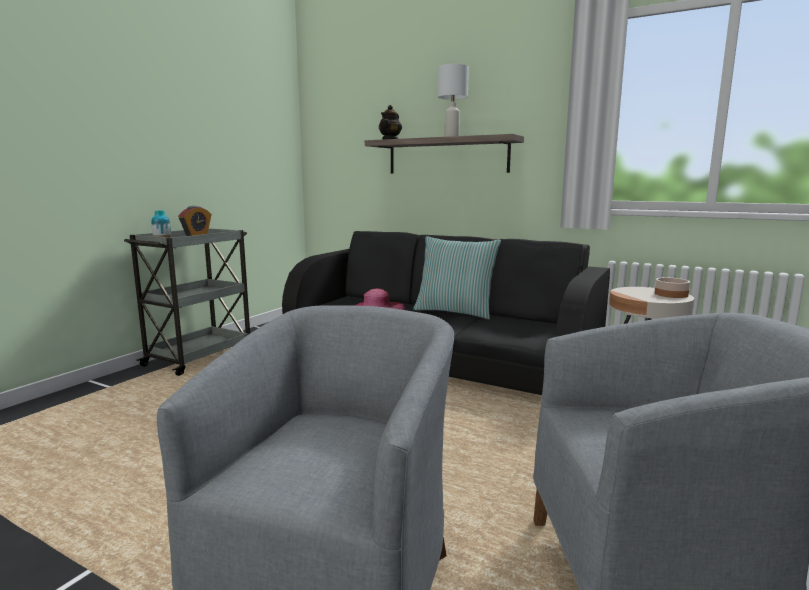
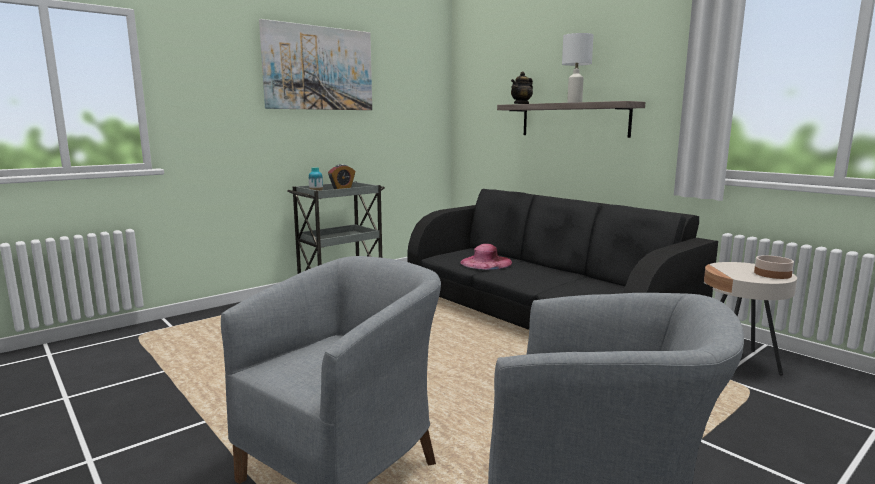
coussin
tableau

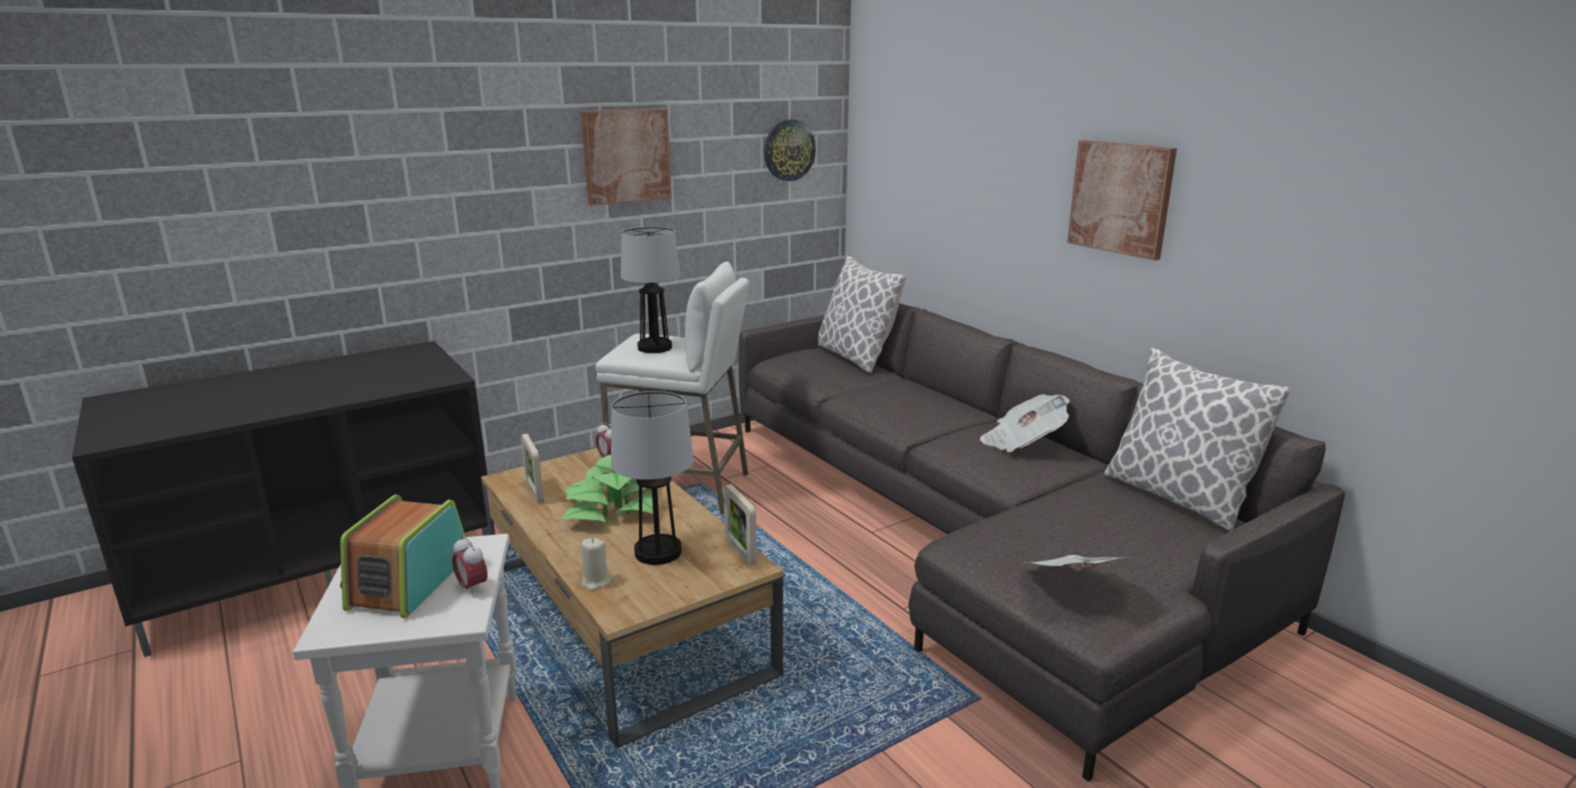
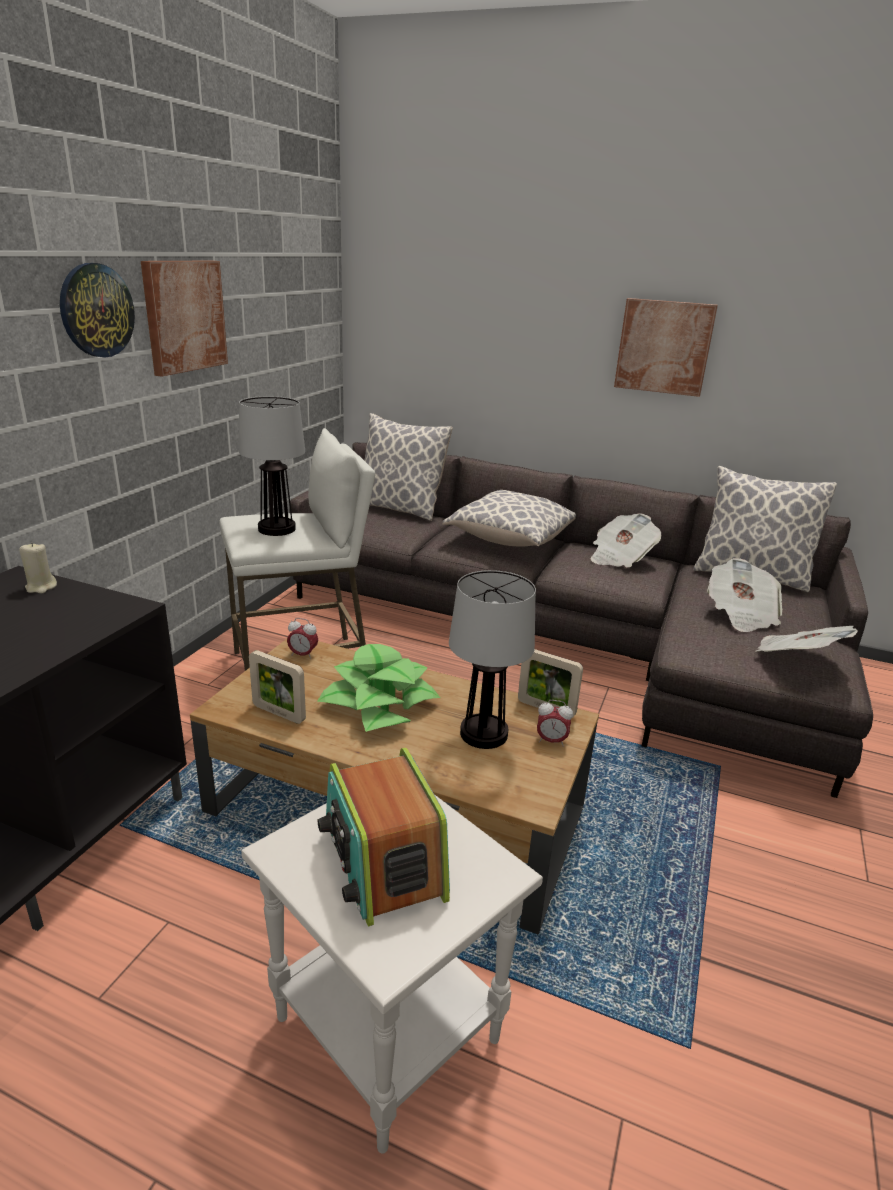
réveil (2nd from left)
bougie (beige)
horloge murale
coussin (2nd from left)
journal (2nd from left)

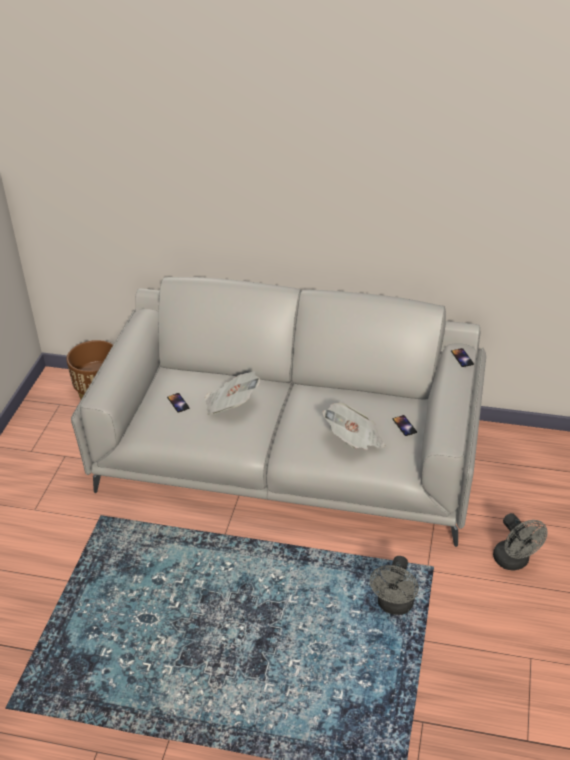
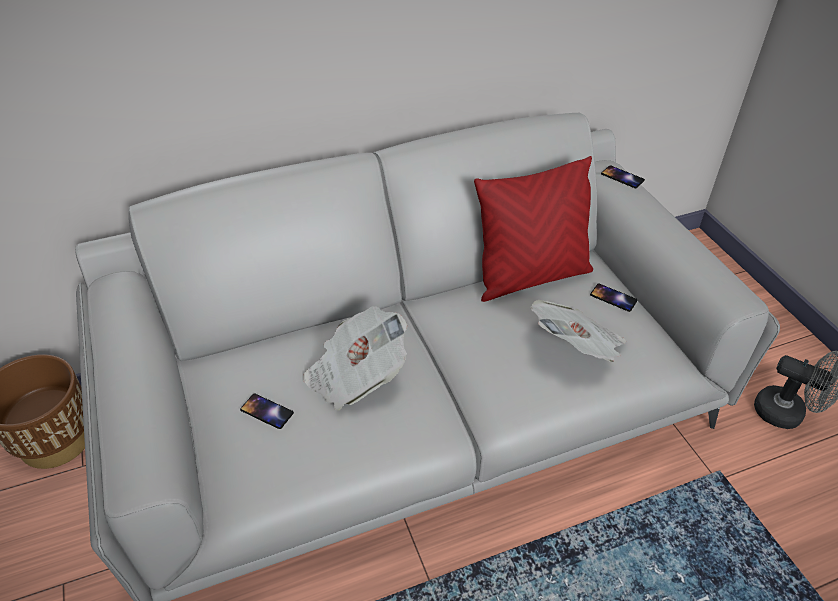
ventilateur (gris) (1st from left in the first image)
coussin (rouge)

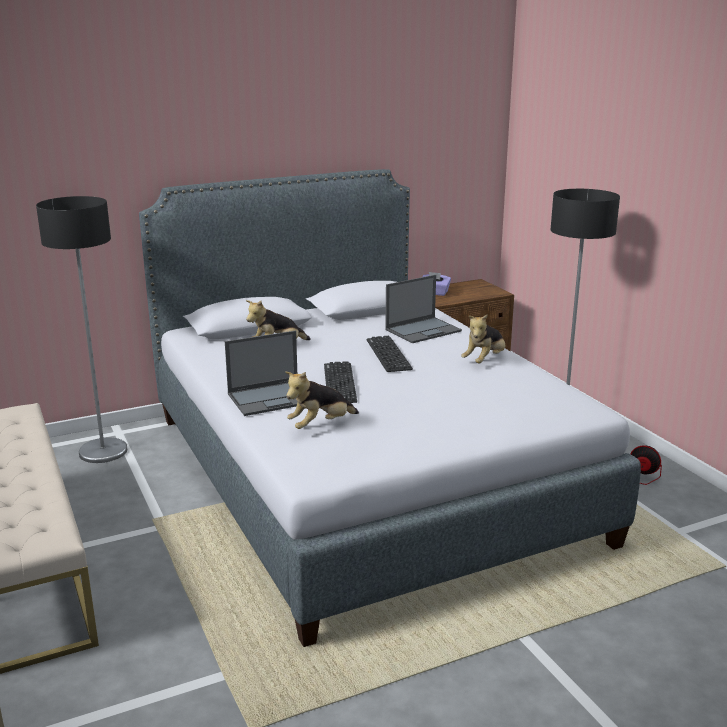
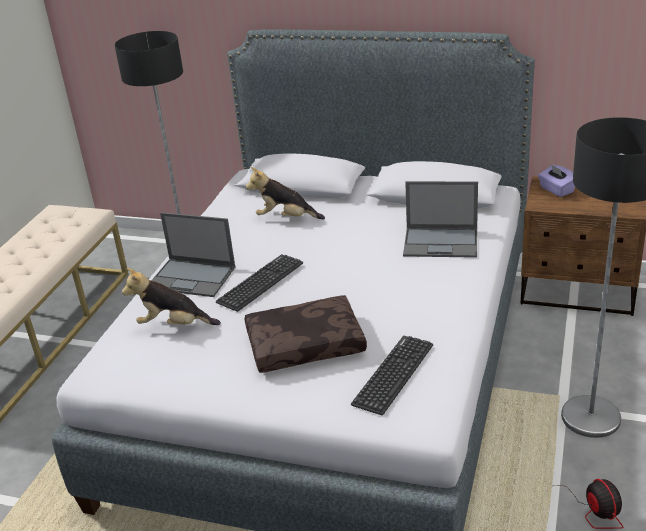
clavier (2nd from left)
peluche (3rd from left in the first image)
coussin (marron)

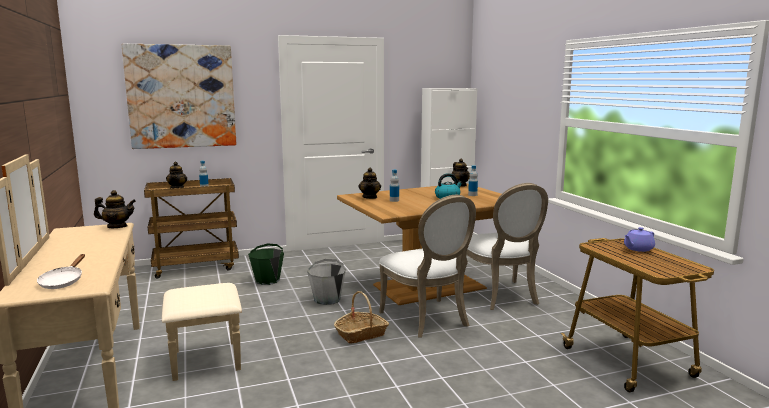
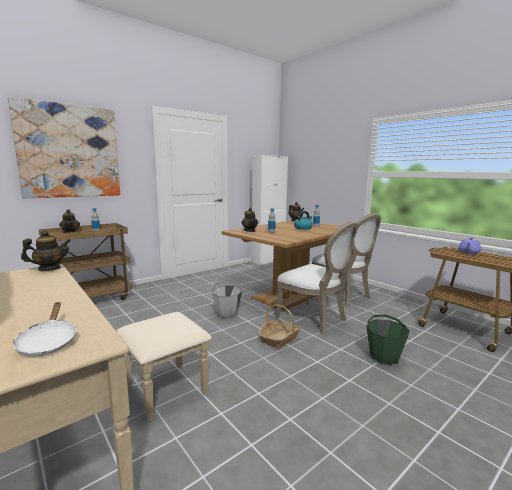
seau (vert)

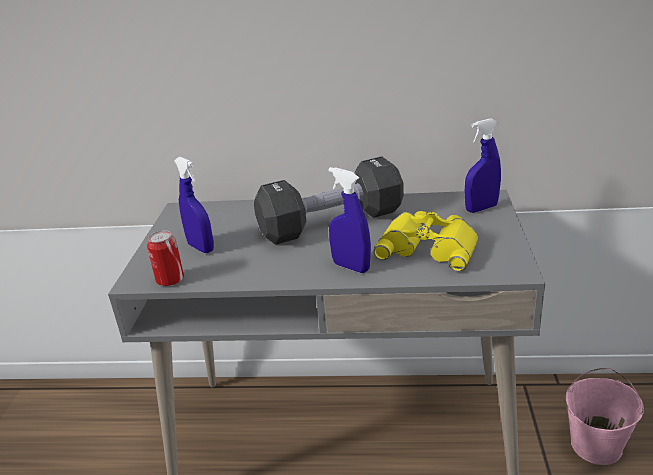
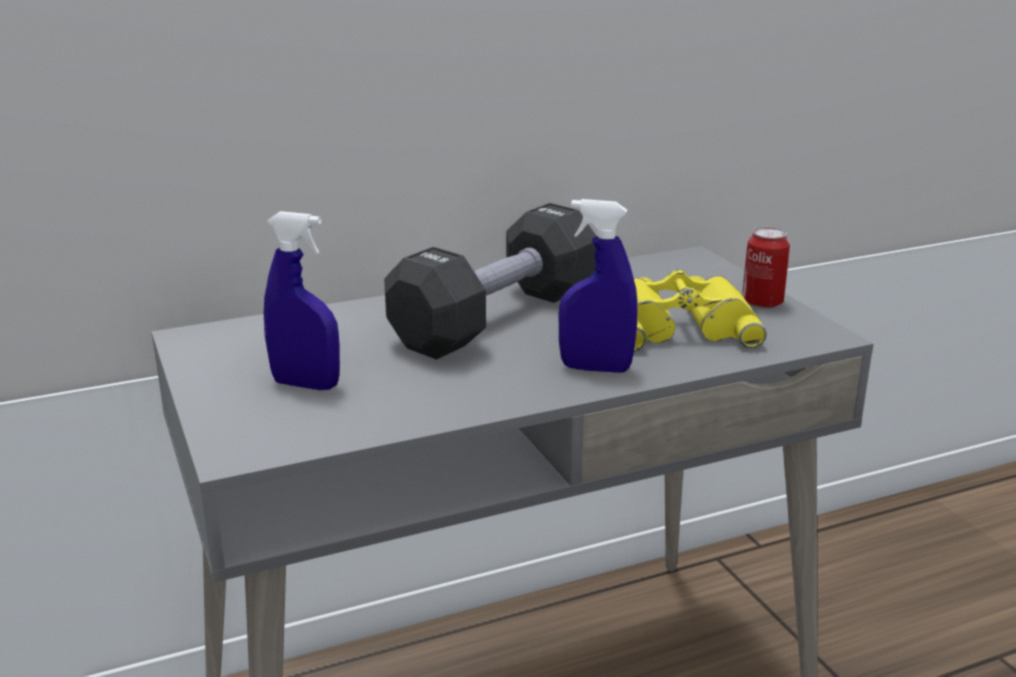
boîte métallique
vaporisateur (bleu) (3rd from left in the first image)
seau (rose)

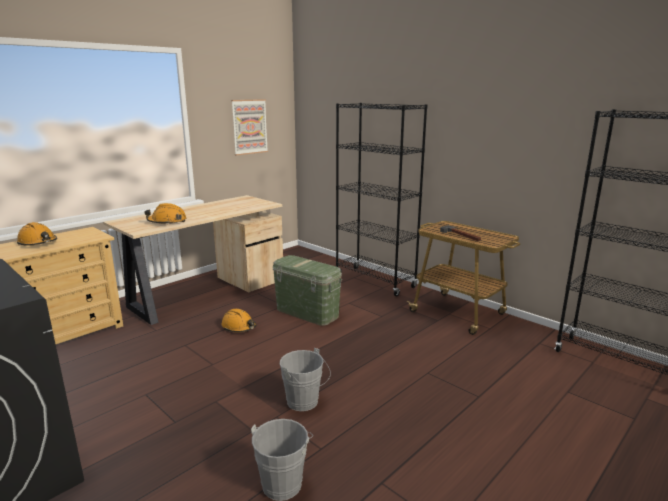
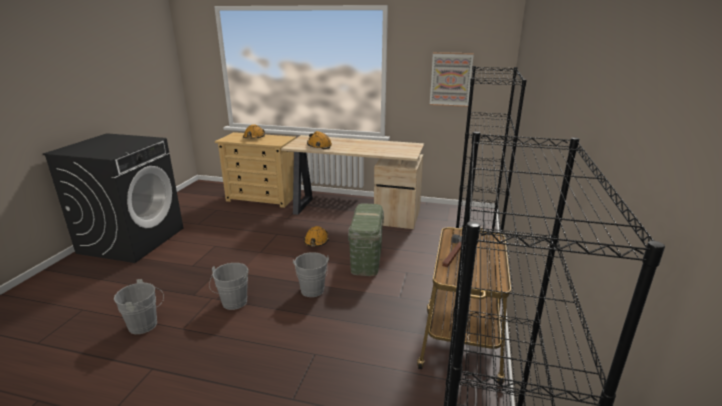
seau (gris) (3rd from left)

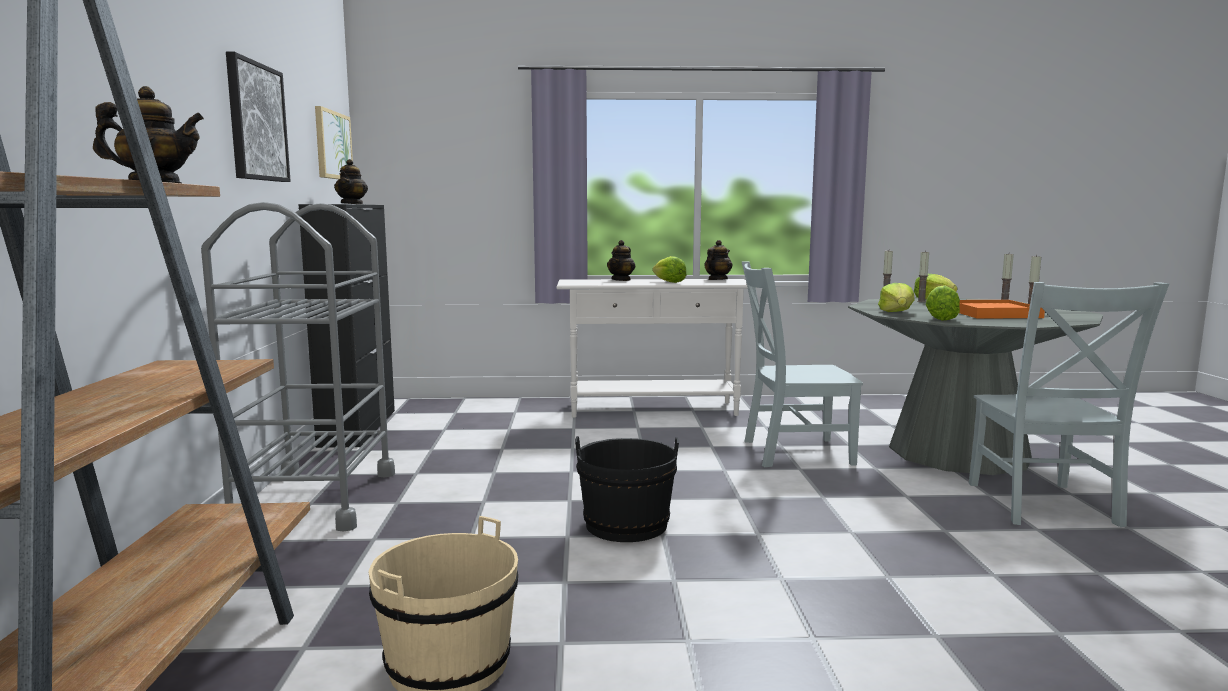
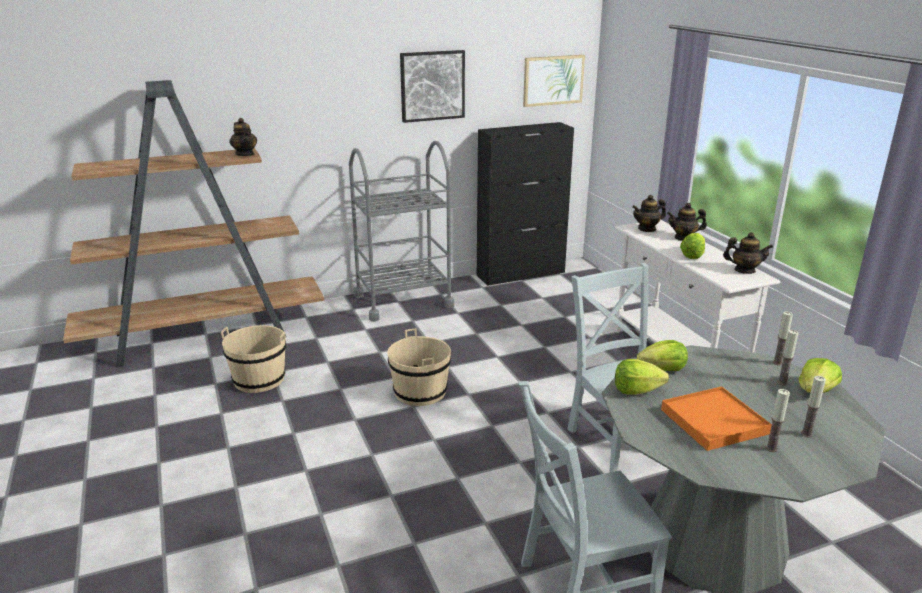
théière (2nd from left)
seau (beige) (2nd from left)

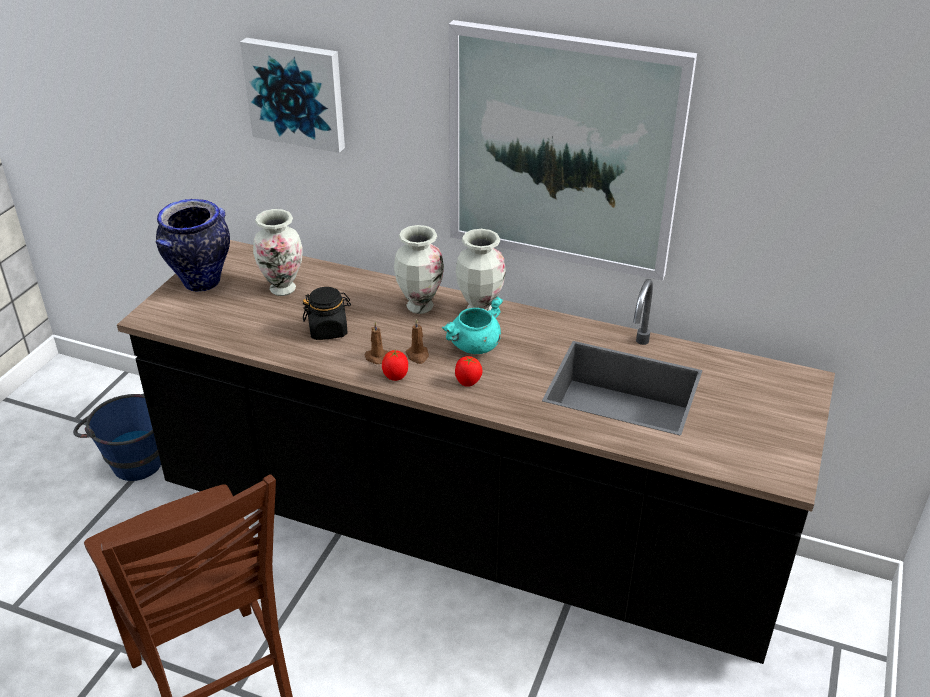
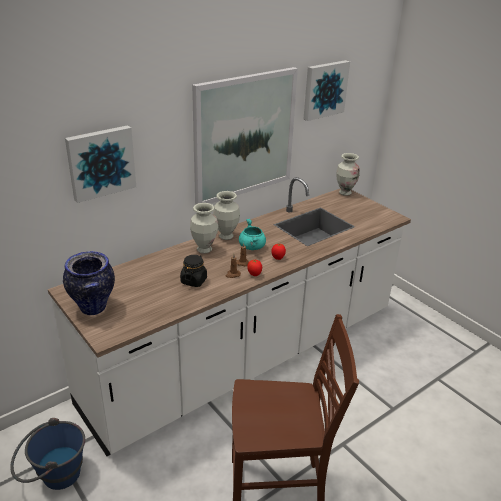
comptoir de cuisine (blanc)
vase (4th from left)
tableau (3rd from left)

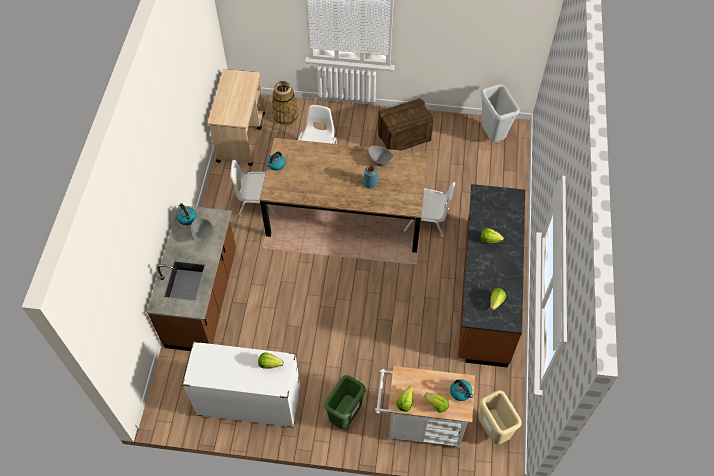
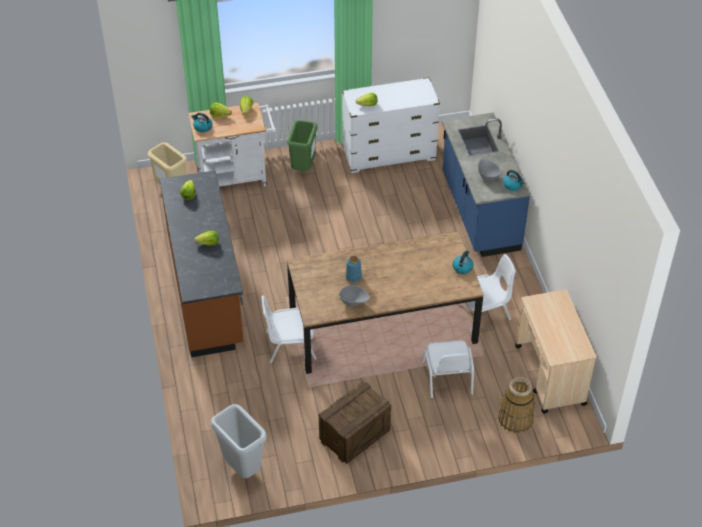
comptoir de cuisine (bleu)

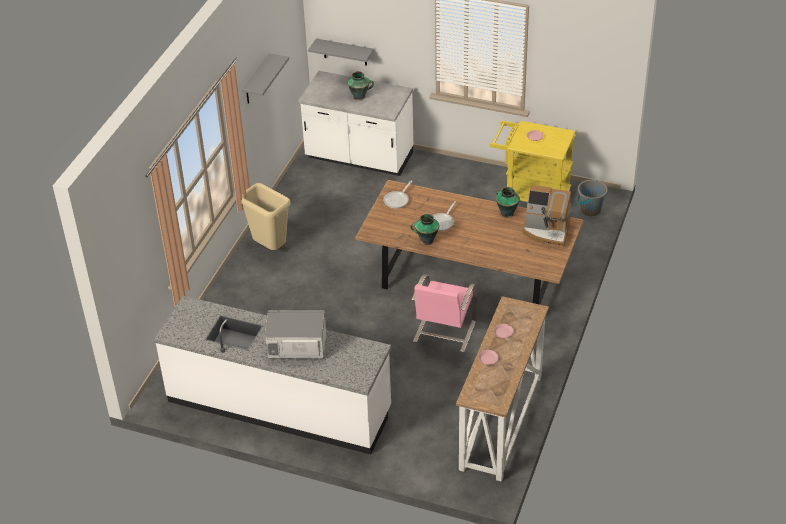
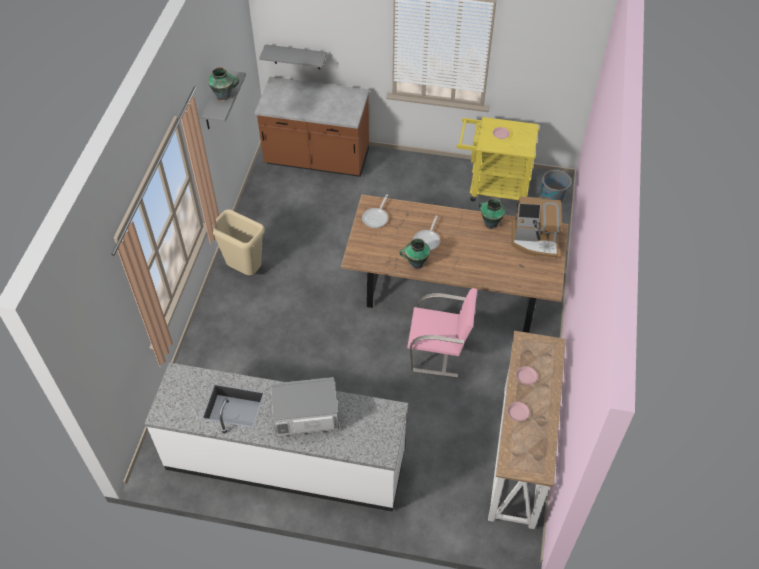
comptoir de cuisine (marron)
vase (1st from left)
chaise (rose)

